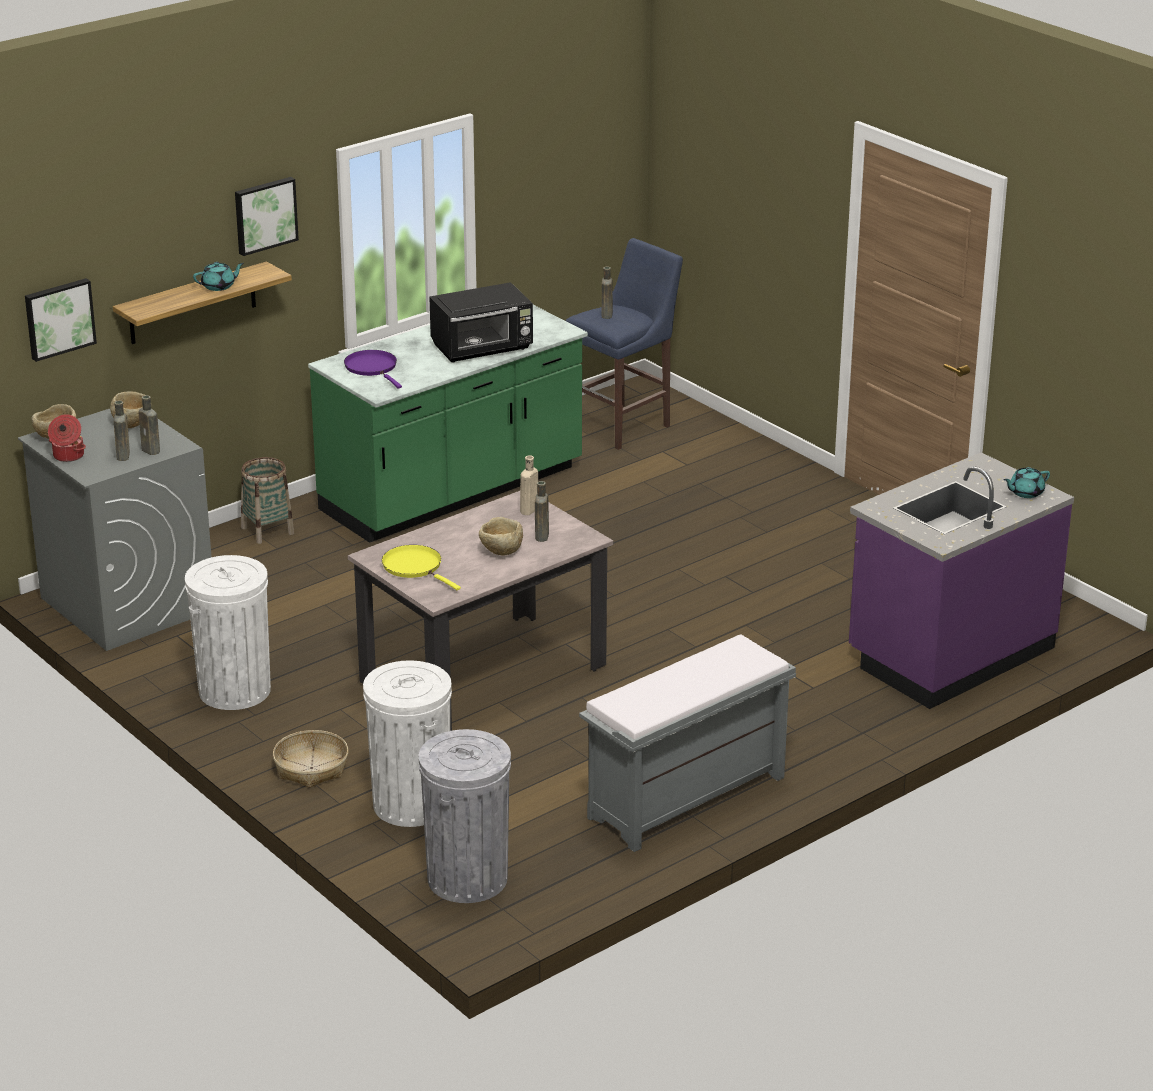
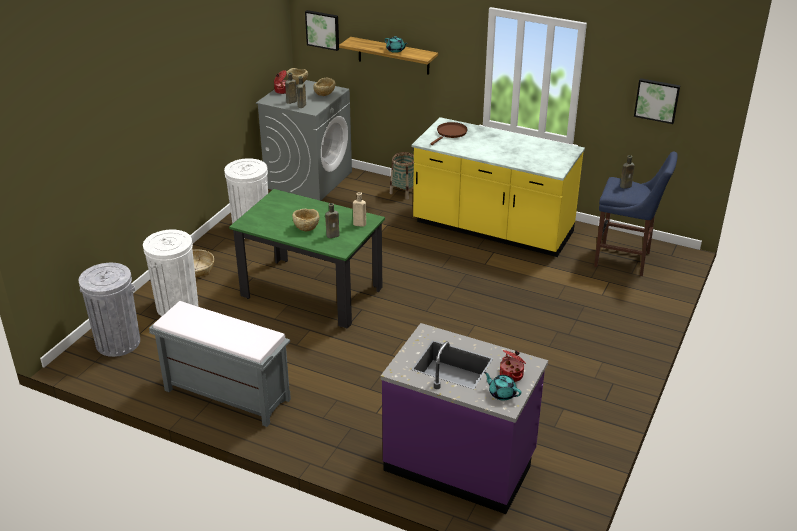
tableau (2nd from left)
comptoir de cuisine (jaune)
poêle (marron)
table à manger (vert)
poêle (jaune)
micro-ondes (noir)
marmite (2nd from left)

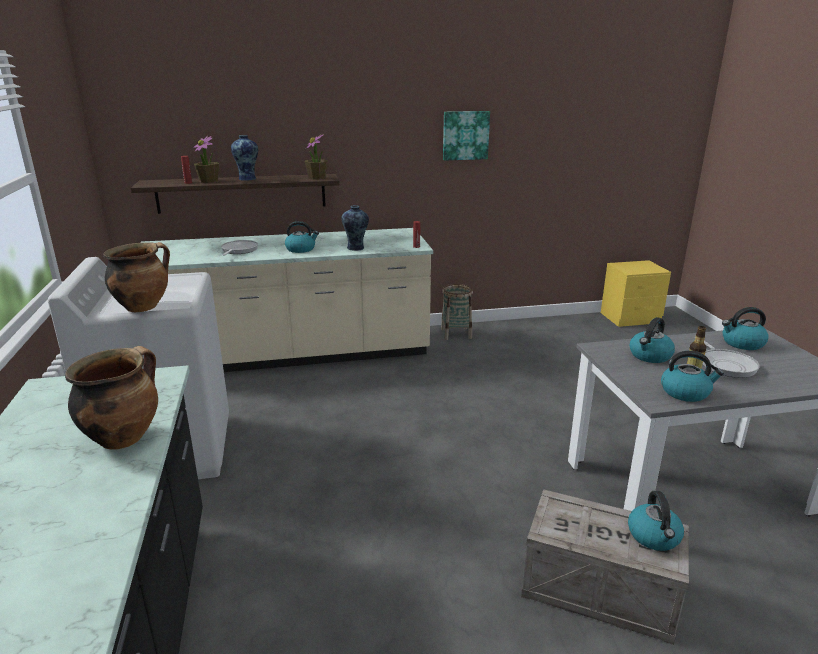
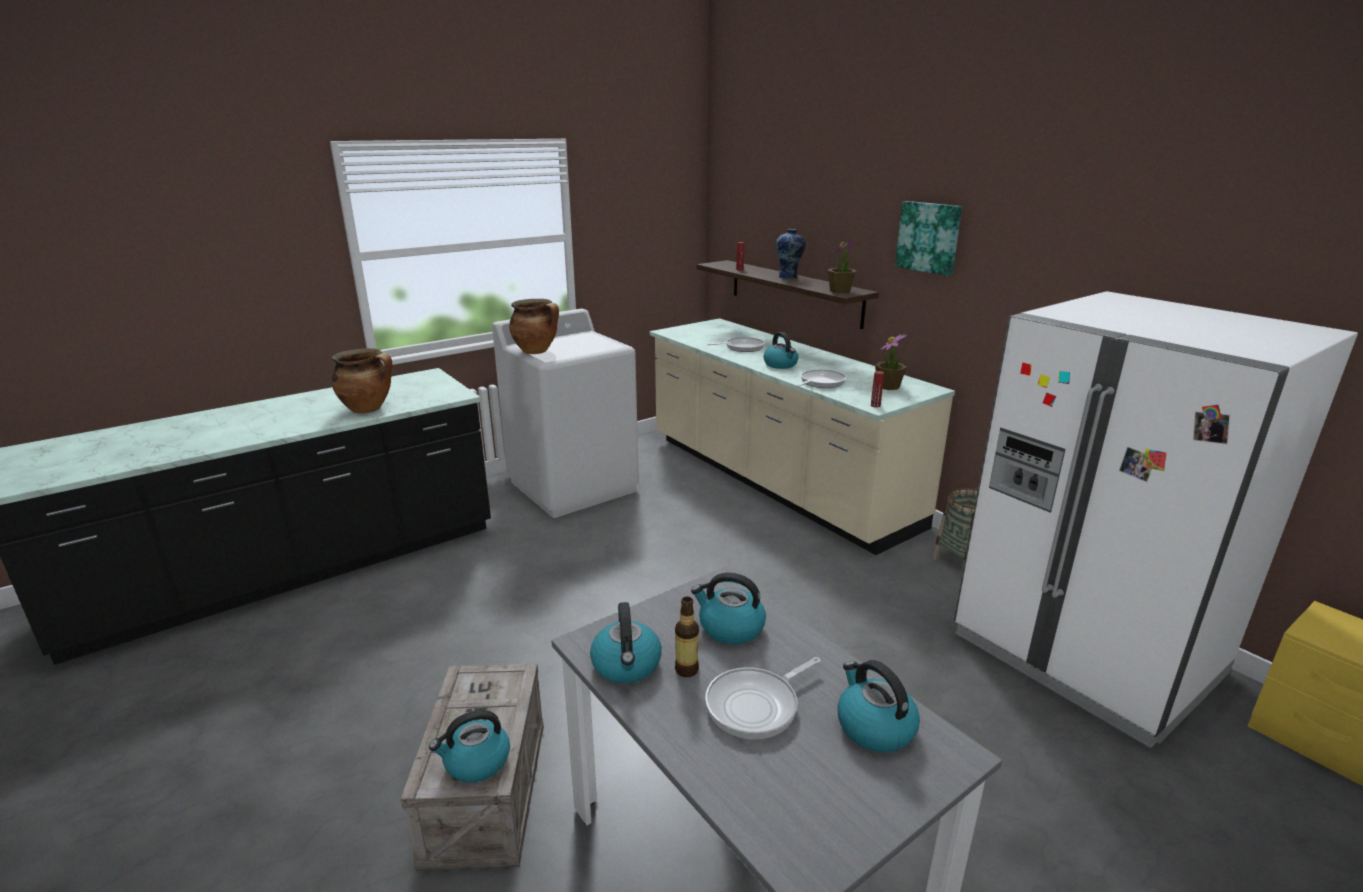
plante en pot (2nd from left)
poêle (3rd from left)
tableau
réfrigérateur (blanc)

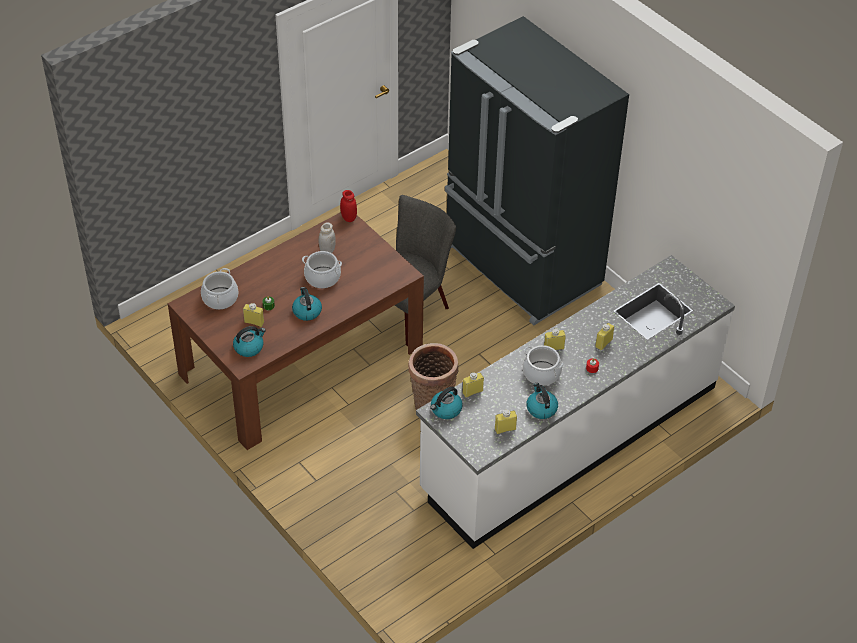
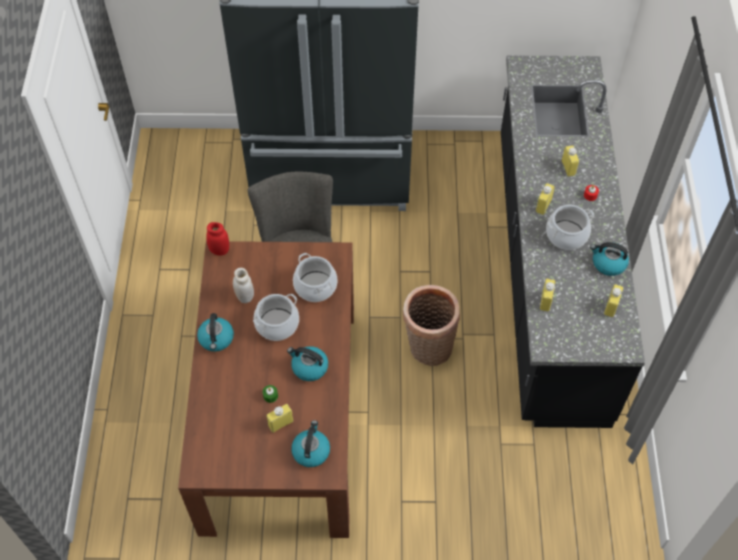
marmite (2nd from left)
comptoir de cuisine (noir)
bouilloire (1st from left)

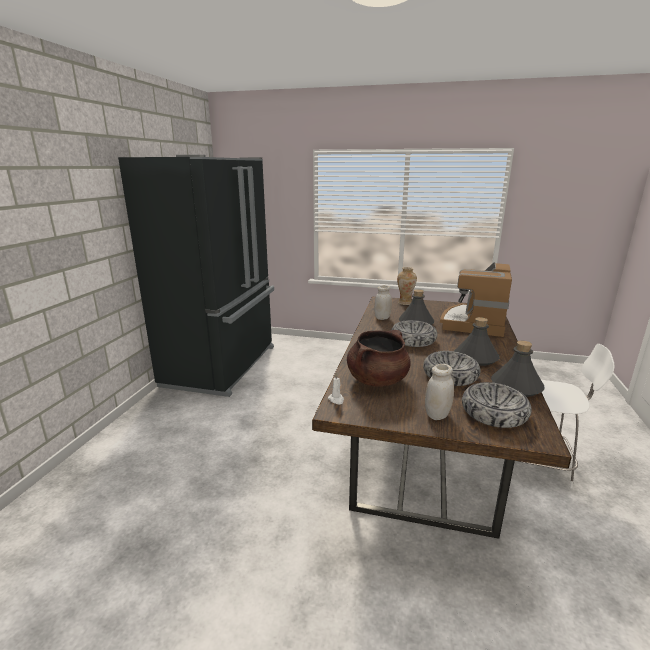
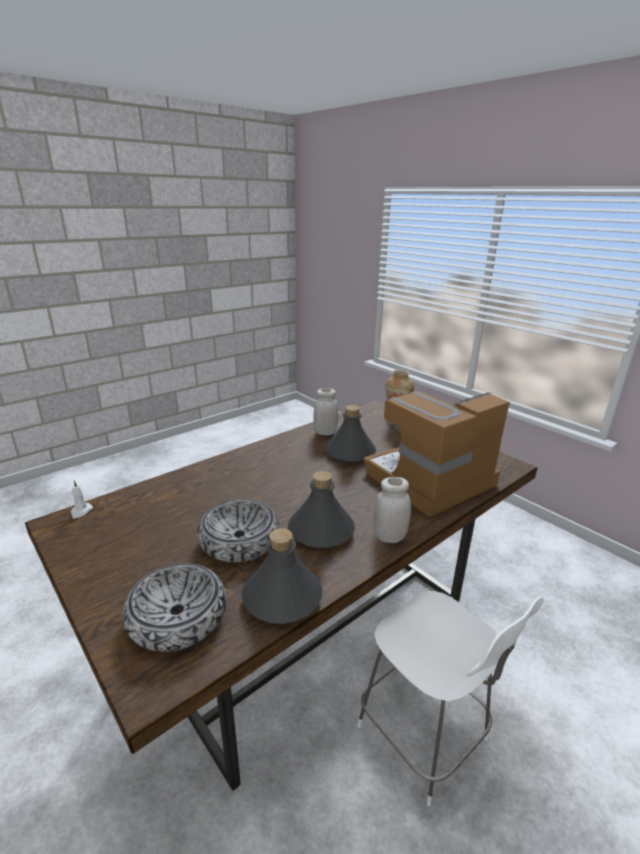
réfrigérateur (noir)
marmite (marron)
bol (1st from left in the first image)
bocal (blanc) (2nd from left)

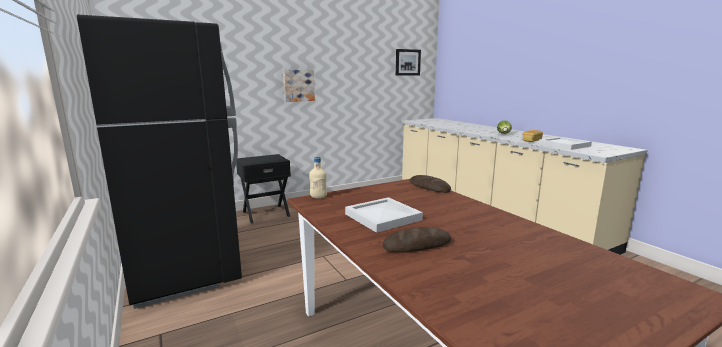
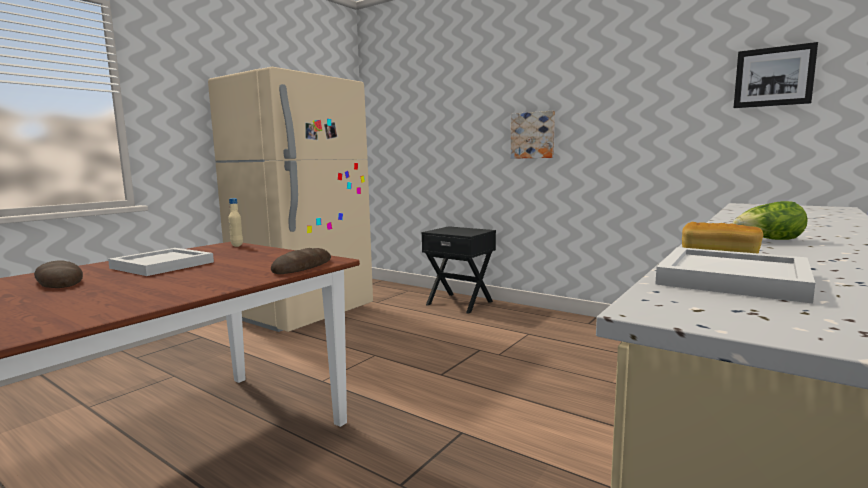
réfrigérateur (beige)

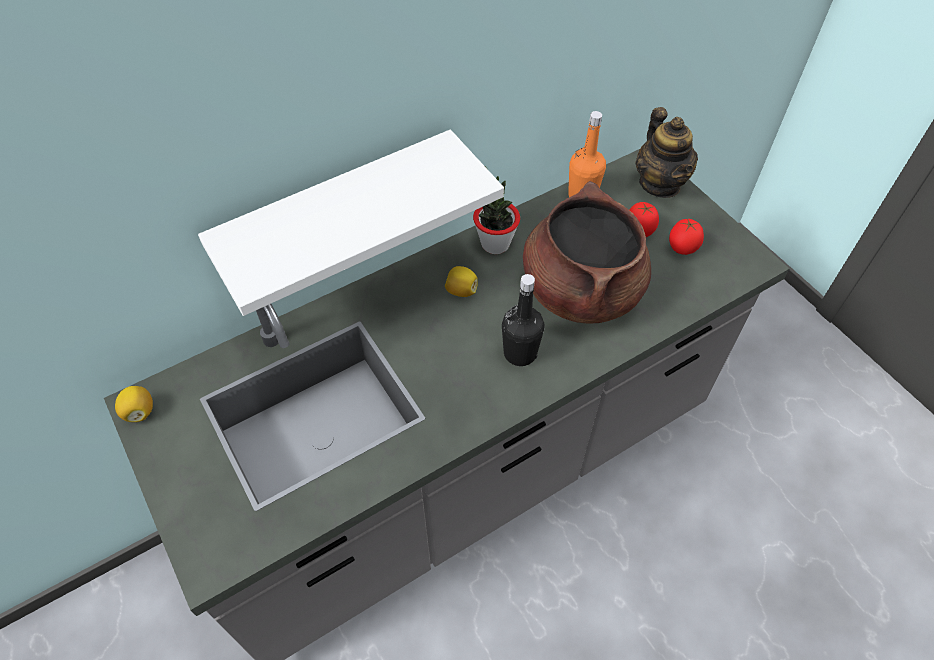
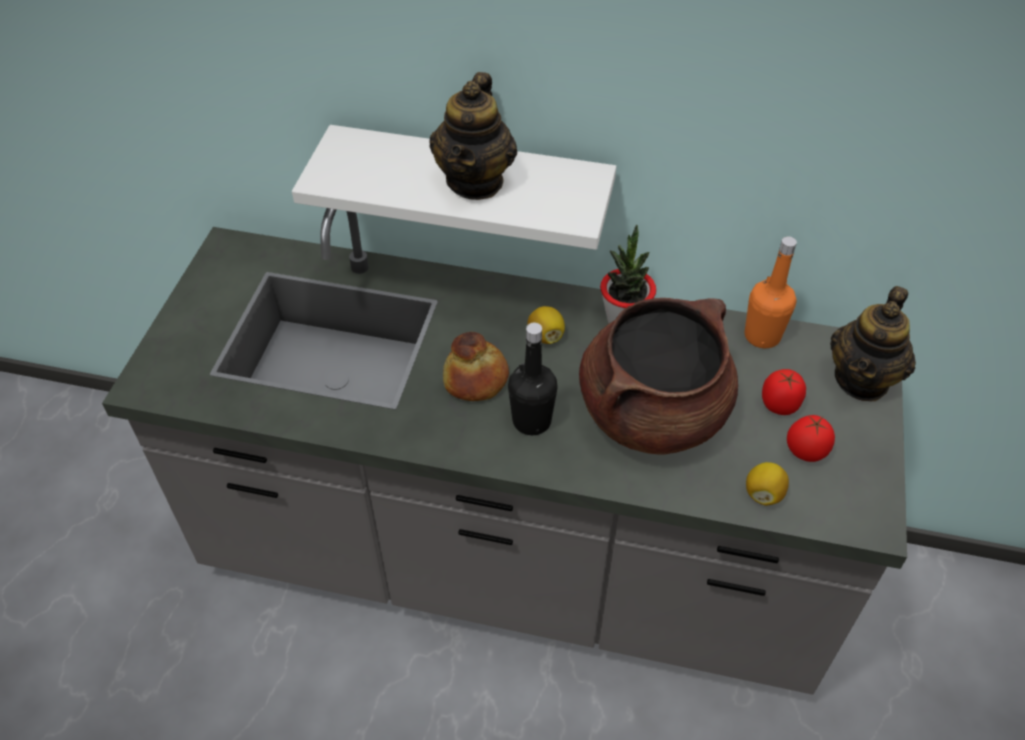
citron (2nd from left)
théière (1st from left)
pain

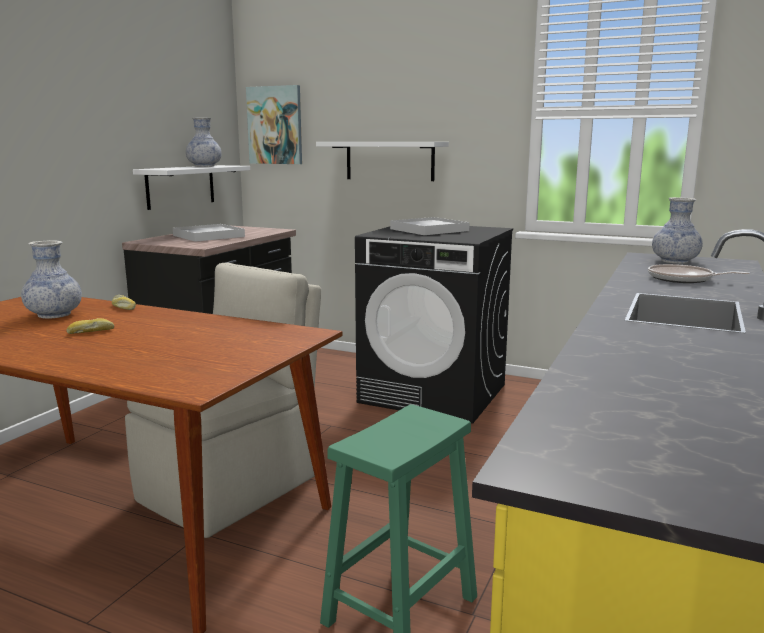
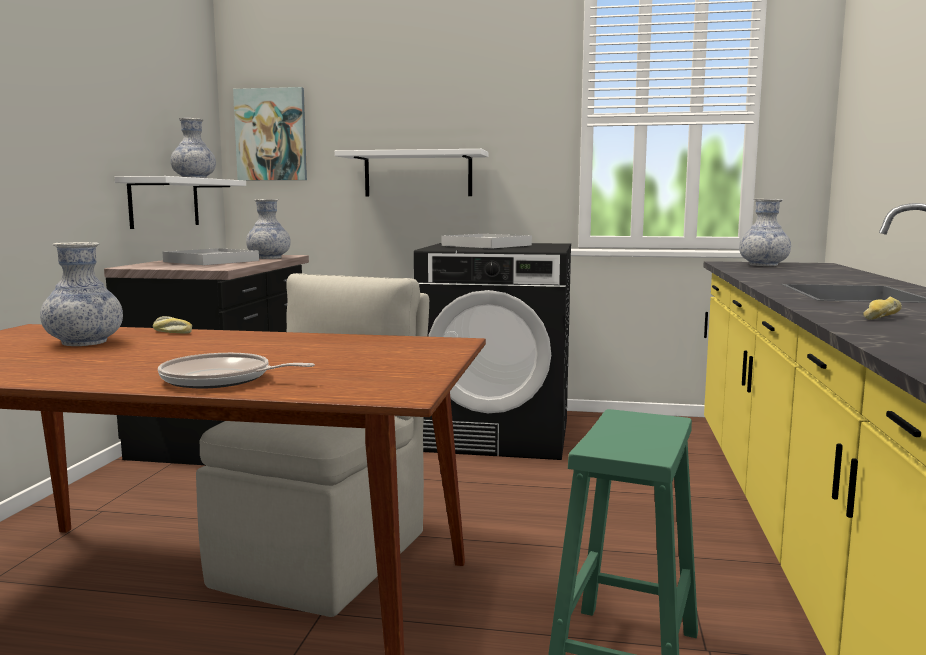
pain (2nd from left)
poêle
vase (3rd from left)

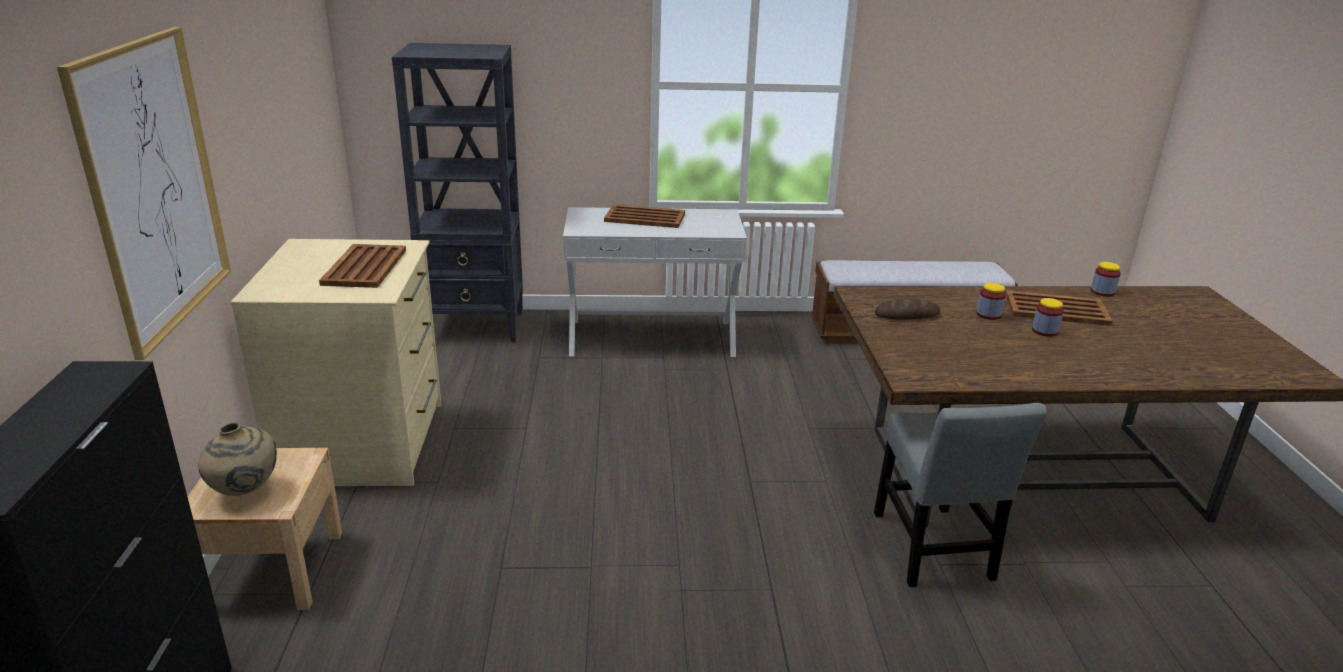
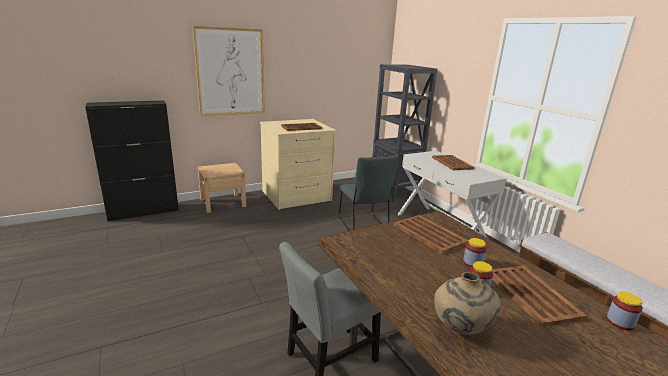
vase (beige)
plateau (marron) (2nd from left)
chaise (gris) (2nd from left)

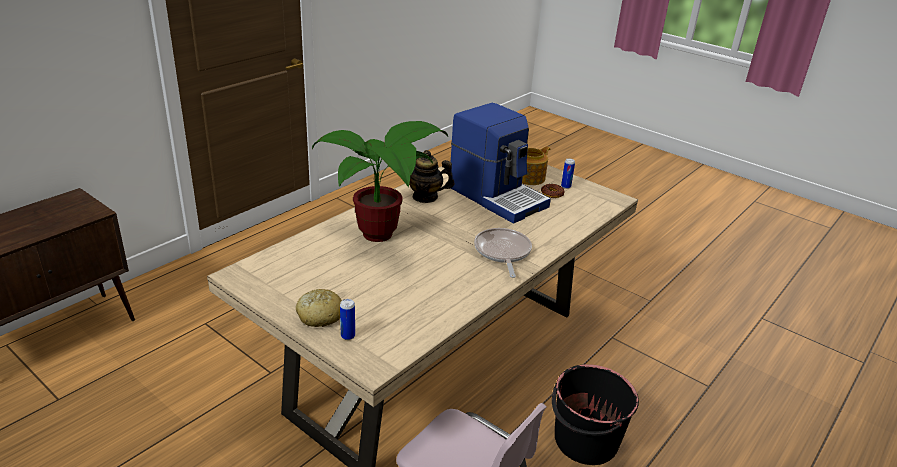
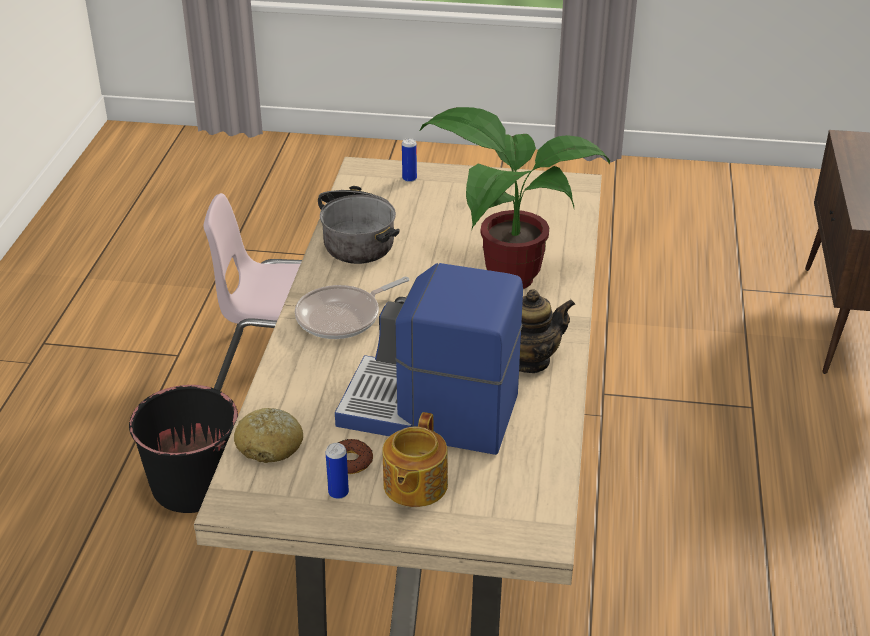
pain
poêle
marmite

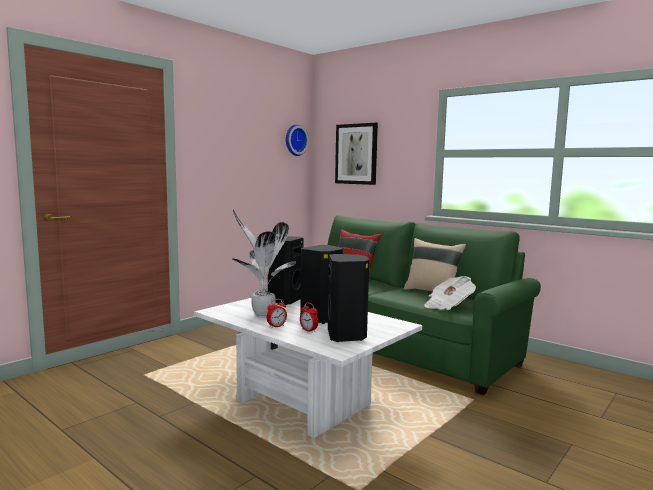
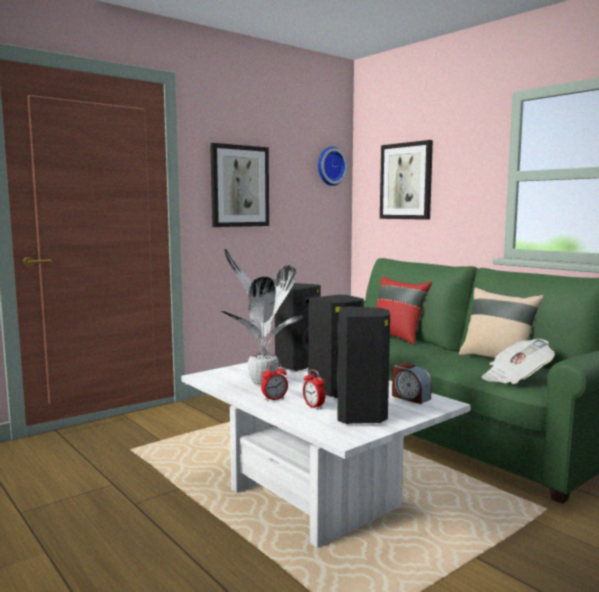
tableau (1st from left)
réveil (3rd from left)

